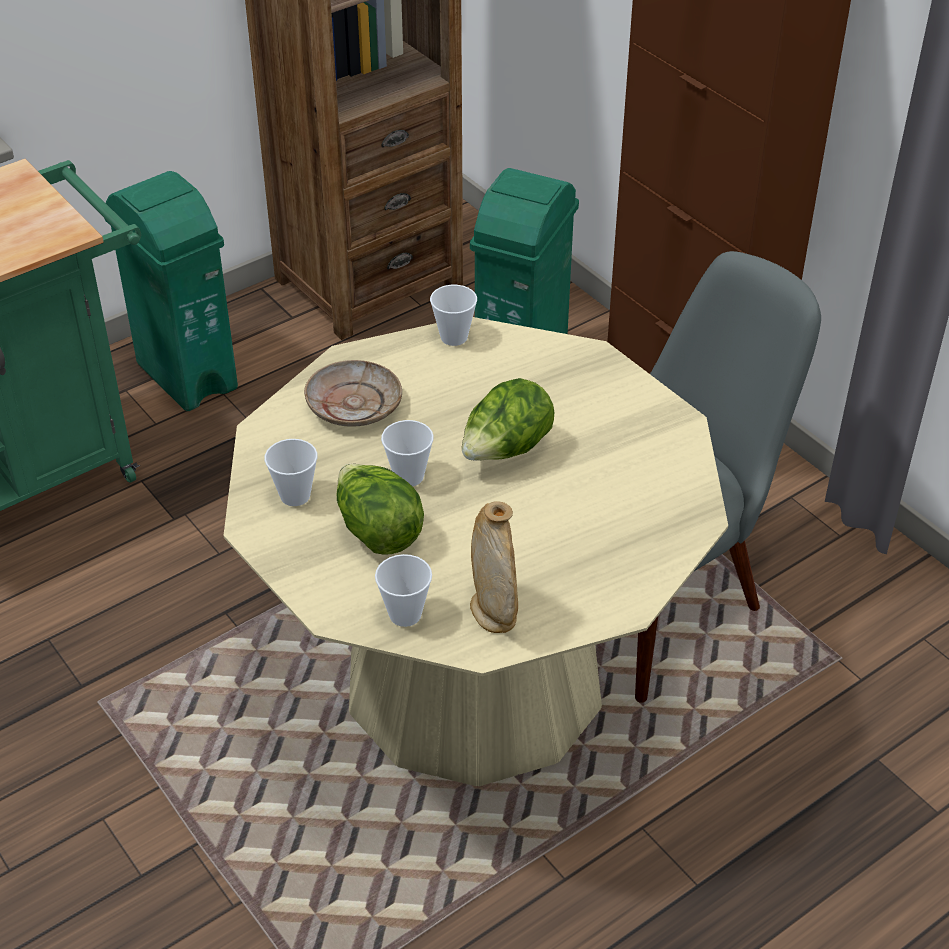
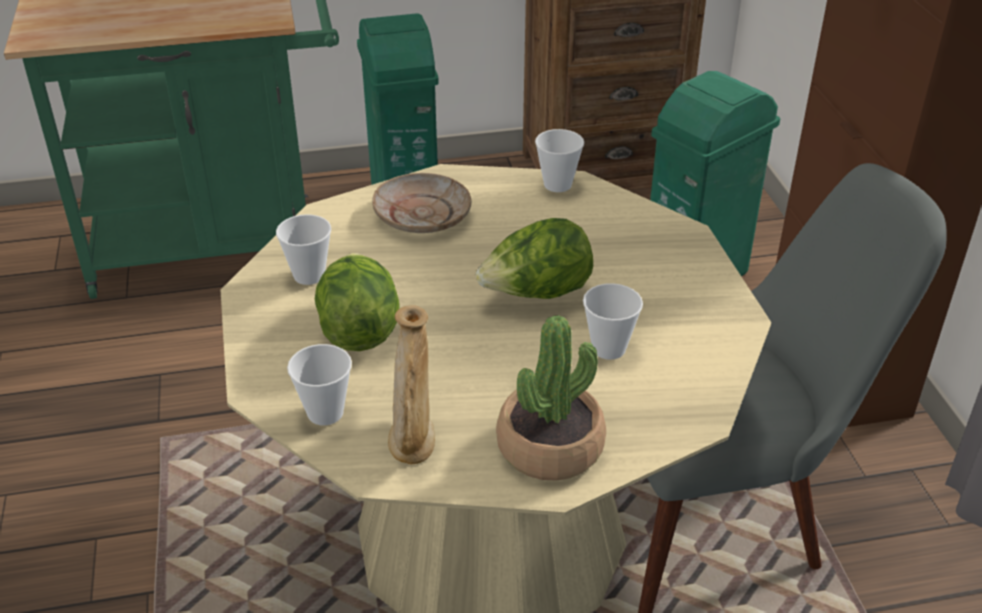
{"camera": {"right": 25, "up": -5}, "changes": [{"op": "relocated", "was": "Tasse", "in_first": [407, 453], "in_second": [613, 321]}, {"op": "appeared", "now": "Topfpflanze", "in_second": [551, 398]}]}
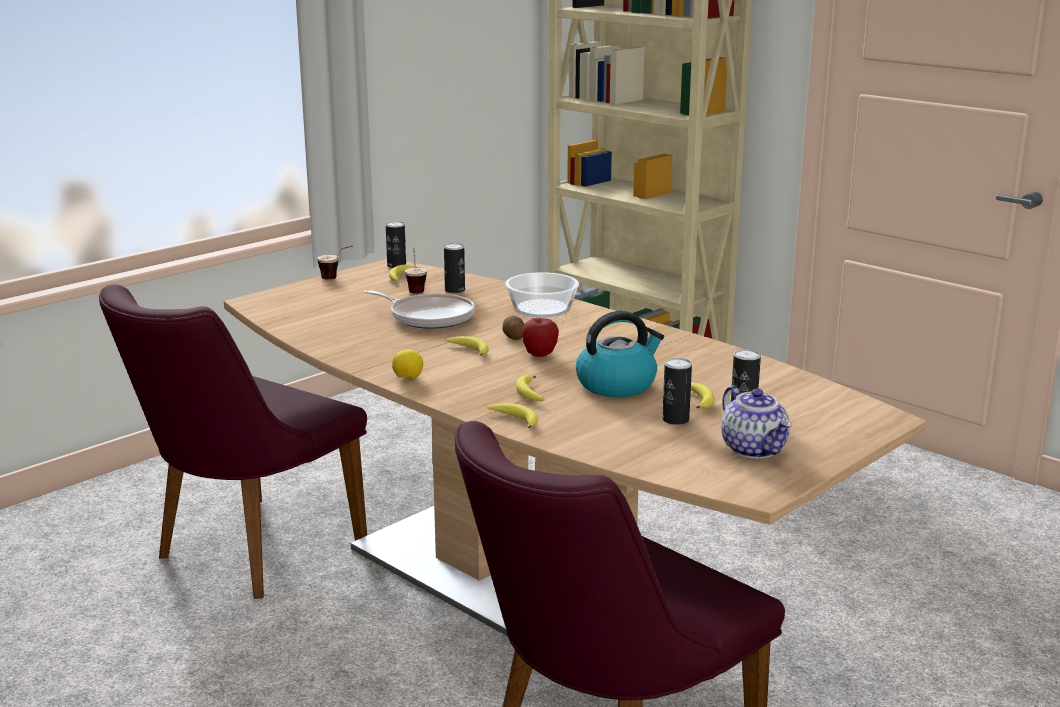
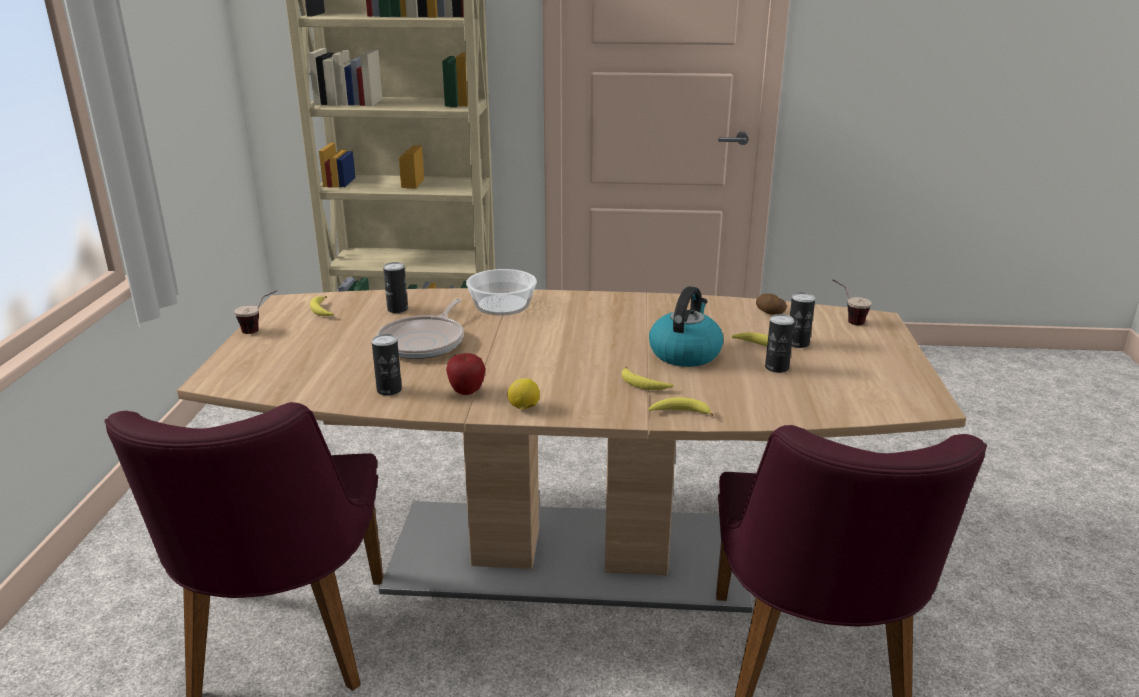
{"camera": {"right": -40, "up": 5}, "changes": [{"op": "spun", "was": "Pfanne", "in_first": [419, 309], "in_second": [420, 328], "clockwise": 120}, {"op": "relocated", "was": "Dose", "in_first": [396, 244], "in_second": [387, 365]}, {"op": "relocated", "was": "Tasse", "in_first": [416, 270], "in_second": [852, 302]}, {"op": "missing", "was": "Banane", "in_first": [467, 346]}, {"op": "relocated", "was": "Kartoffel", "in_first": [513, 327], "in_second": [771, 304]}, {"op": "relocated", "was": "Apfel", "in_first": [540, 337], "in_second": [466, 374]}, {"op": "missing", "was": "Teekanne", "in_first": [756, 422]}]}
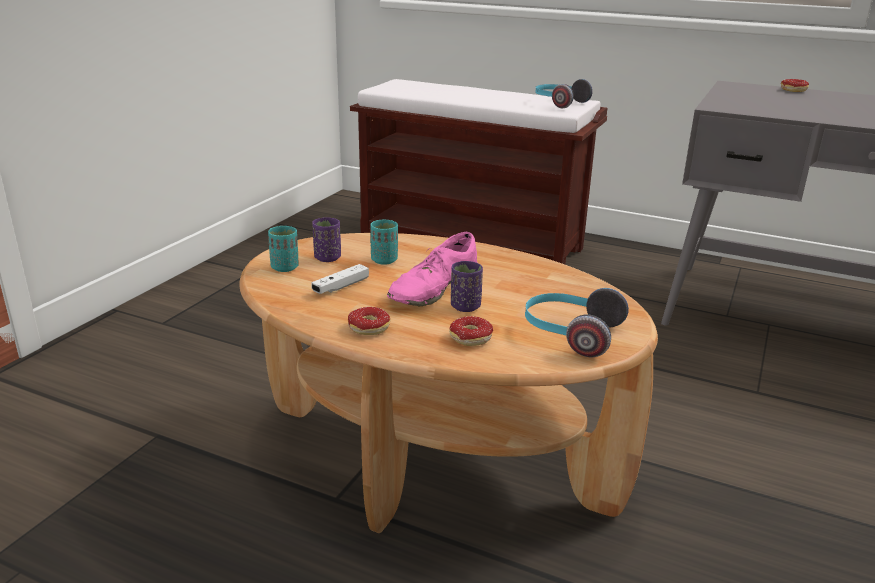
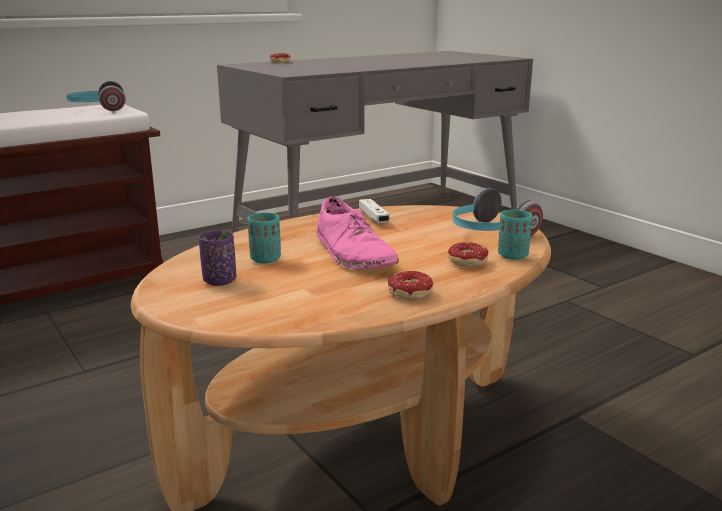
{"camera": {"right": -60, "up": -5}, "changes": [{"op": "relocated", "was": "Tasse [türkis]", "in_first": [283, 249], "in_second": [515, 234]}, {"op": "relocated", "was": "Gamepad [weiß]", "in_first": [340, 279], "in_second": [374, 211]}, {"op": "missing", "was": "Tasse [lila]", "in_first": [467, 286]}]}
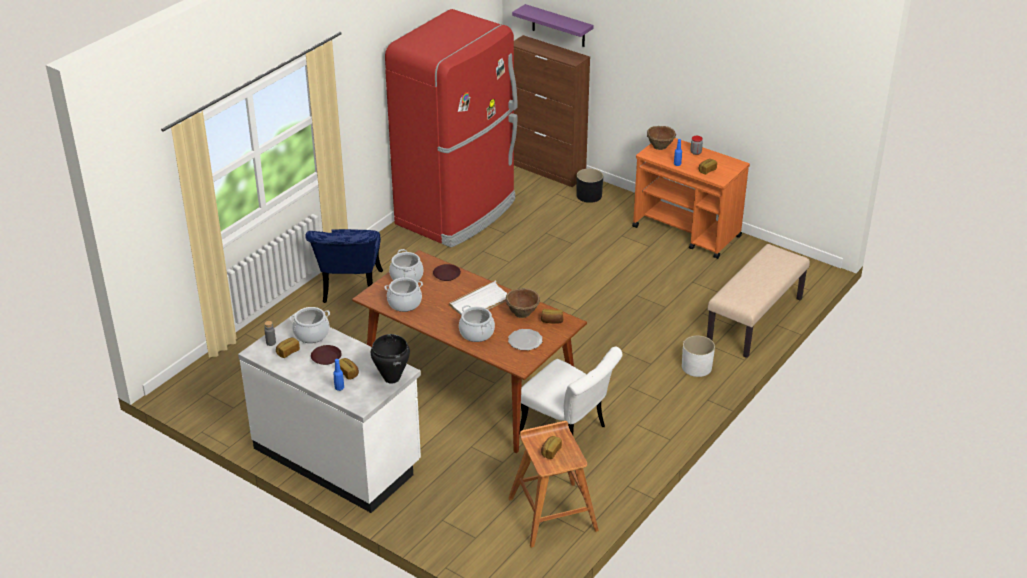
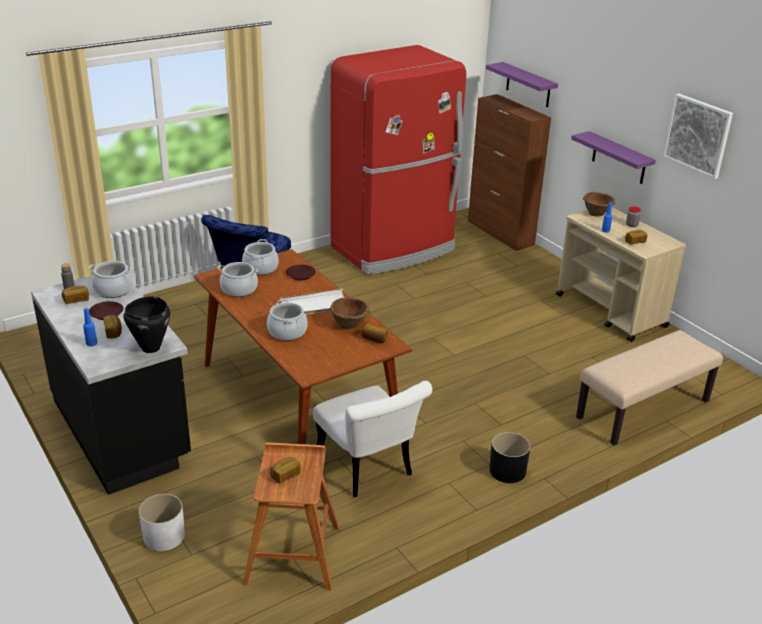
{"camera": {"right": 20, "up": -5}, "changes": [{"op": "colour", "was": "Küchenzeile [weiß]", "now": "Küchenzeile [schwarz]", "in_first": [329, 413], "in_second": [111, 385]}, {"op": "missing", "was": "Teller", "in_first": [525, 339]}, {"op": "relocated", "was": "Pflanzkübel [schwarz]", "in_first": [589, 185], "in_second": [510, 457]}, {"op": "colour", "was": "Rollwagen [orange]", "now": "Rollwagen [beige]", "in_first": [691, 198], "in_second": [621, 274]}, {"op": "relocated", "was": "Pflanzkübel [weiß]", "in_first": [698, 356], "in_second": [162, 522]}, {"op": "appeared", "now": "Wandregal [lila]", "in_second": [613, 157]}, {"op": "appeared", "now": "Bild", "in_second": [698, 136]}]}
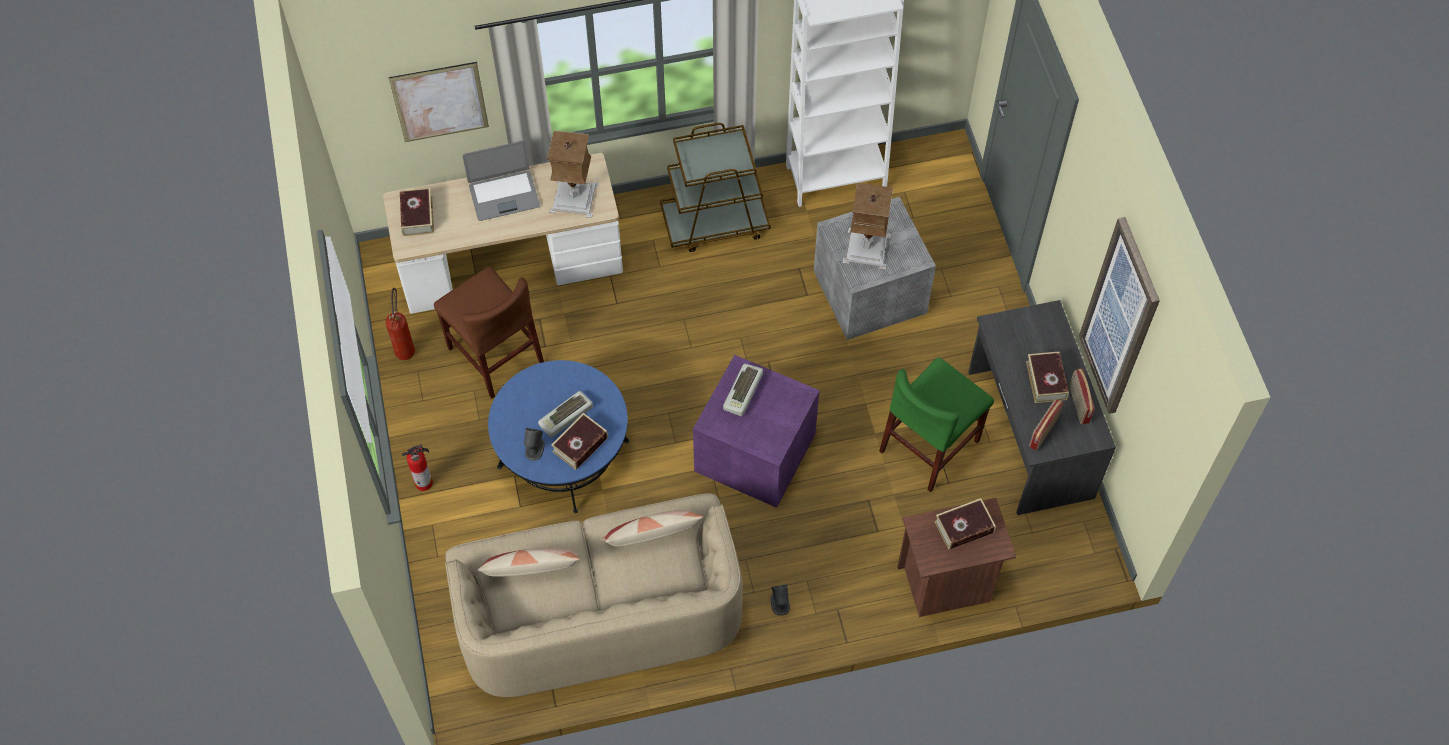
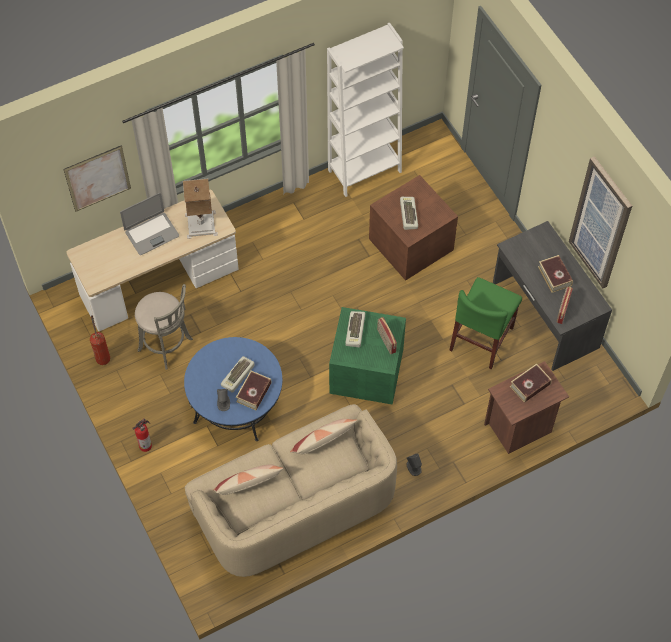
{"camera": {"right": -15, "up": 0}, "changes": [{"op": "missing", "was": "Buch", "in_first": [417, 212]}, {"op": "exchanged", "was": "Stuhl [braun]", "now": "Hocker [grau]", "in_first": [489, 332], "in_second": [164, 327]}, {"op": "missing", "was": "Rollwagen [braun]", "in_first": [715, 187]}, {"op": "colour", "was": "Aufbewahrungsbox [lila]", "now": "Aufbewahrungsbox [grün]", "in_first": [756, 431], "in_second": [367, 356]}, {"op": "colour", "was": "Aufbewahrungsbox [grau]", "now": "Aufbewahrungsbox [braun]", "in_first": [875, 268], "in_second": [413, 228]}, {"op": "exchanged", "was": "Tischlampe", "now": "Tastatur", "in_first": [868, 226], "in_second": [409, 213]}, {"op": "relocated", "was": "Radio", "in_first": [1082, 396], "in_second": [387, 335]}]}
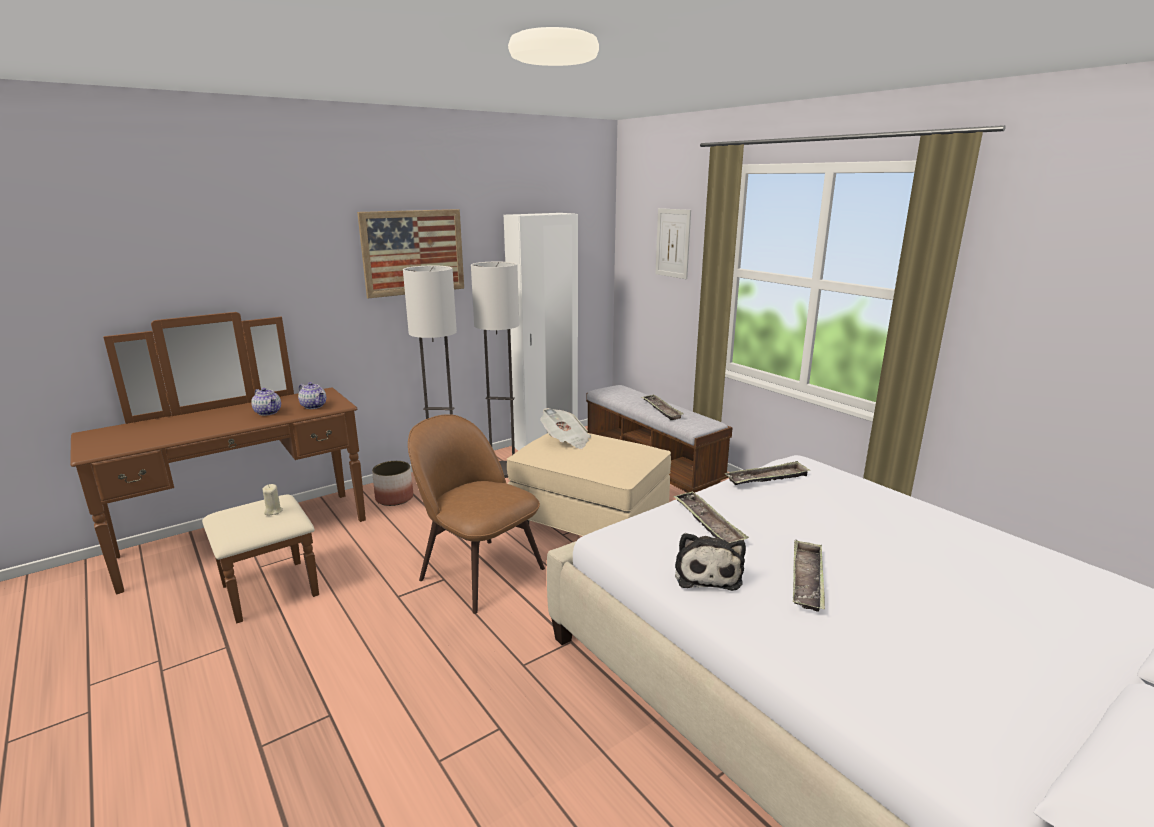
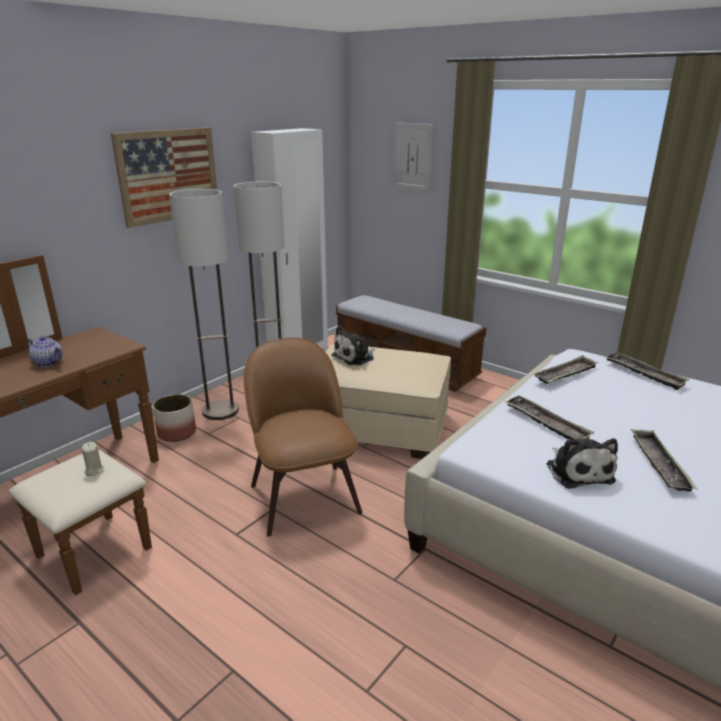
{"camera": {"right": -15, "up": 5}, "changes": [{"op": "missing", "was": "Teekanne", "in_first": [312, 395]}, {"op": "spun", "was": "Stuhl [braun]", "in_first": [476, 514], "in_second": [303, 437], "clockwise": 45}, {"op": "exchanged", "was": "Zeitung", "now": "Plüschtier", "in_first": [565, 428], "in_second": [353, 346]}, {"op": "relocated", "was": "Tablett", "in_first": [663, 407], "in_second": [647, 371]}]}
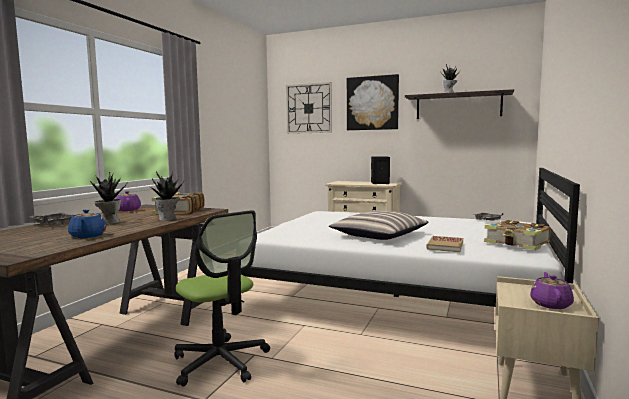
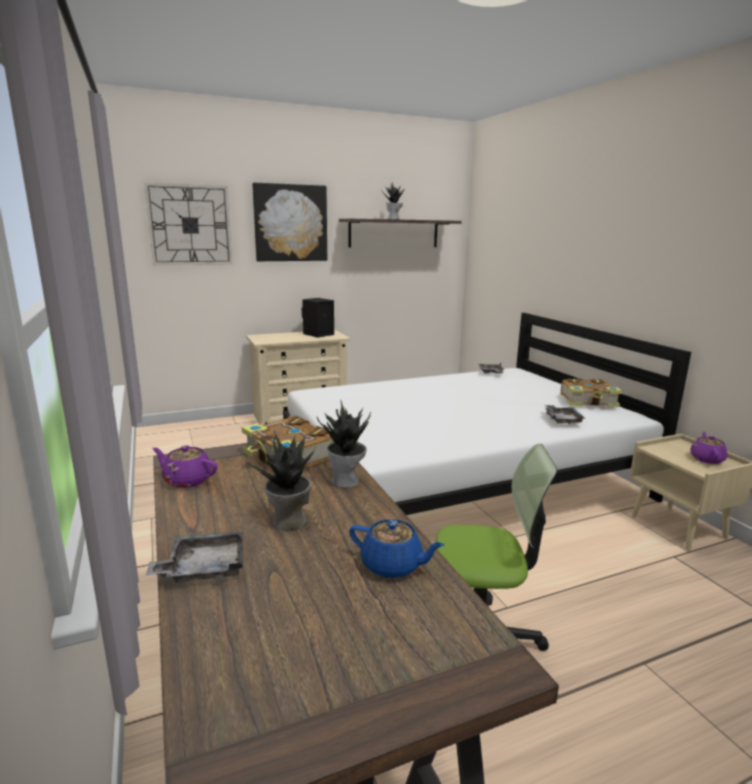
{"camera": {"right": -45, "up": 10}, "changes": [{"op": "missing", "was": "Kissen", "in_first": [379, 225]}, {"op": "exchanged", "was": "Buch", "now": "Tablett [grau]", "in_first": [444, 244], "in_second": [565, 414]}, {"op": "spun", "was": "Teekanne [lila]", "in_first": [552, 290], "in_second": [709, 448], "clockwise": 45}]}
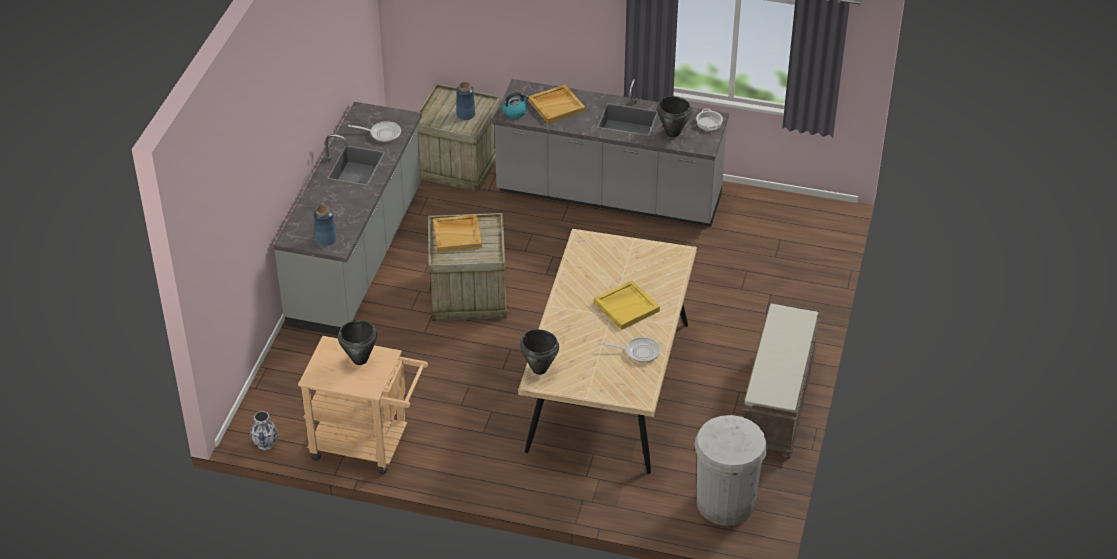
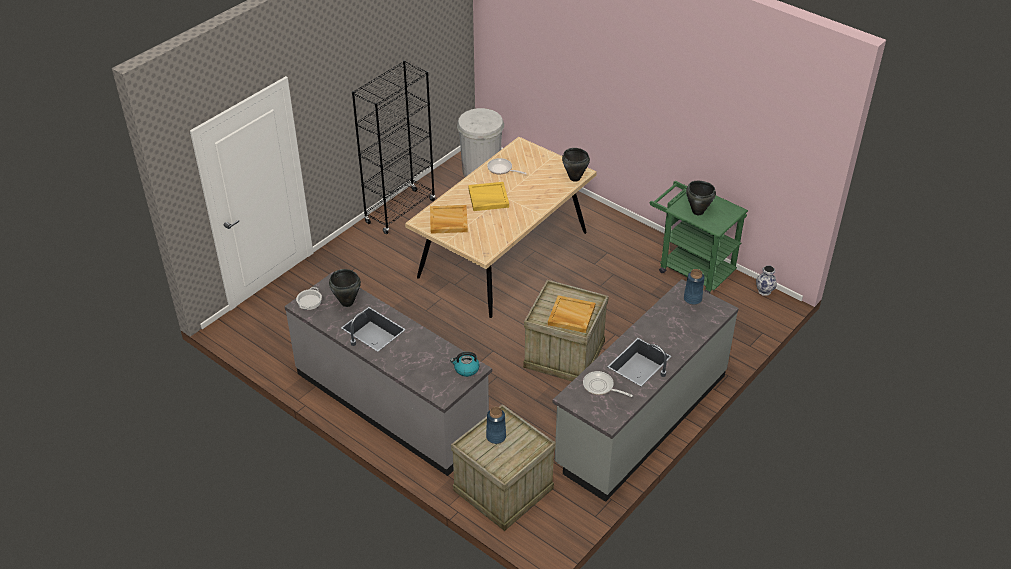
{"camera": {"right": -155, "up": 0}, "changes": [{"op": "colour", "was": "Rollwagen [beige]", "now": "Rollwagen [grün]", "in_first": [363, 405], "in_second": [699, 237]}, {"op": "relocated", "was": "Tablett [beige]", "in_first": [556, 104], "in_second": [449, 219]}, {"op": "exchanged", "was": "Bank [braun]", "now": "Bücherregal [schwarz]", "in_first": [781, 381], "in_second": [393, 147]}]}
